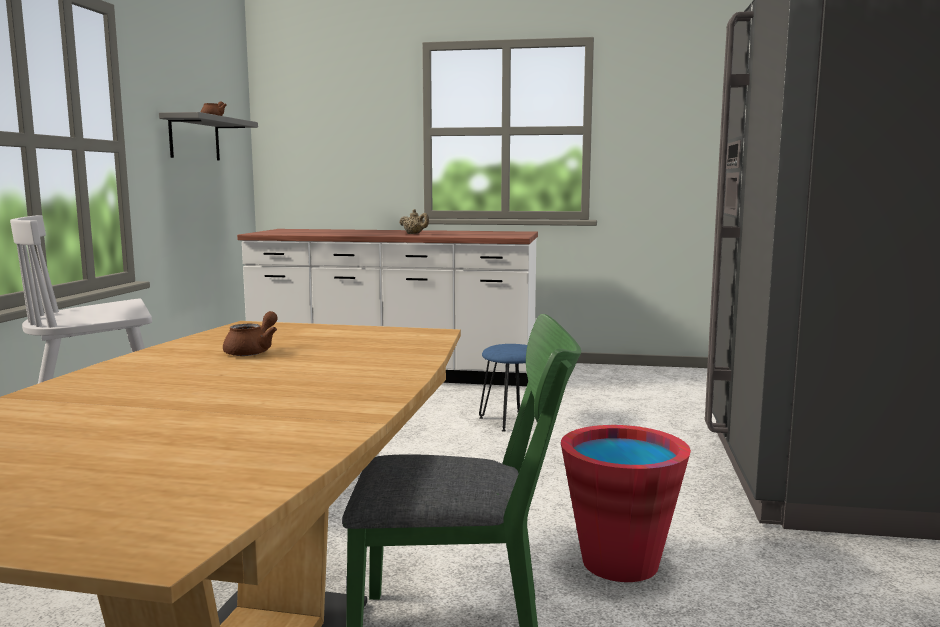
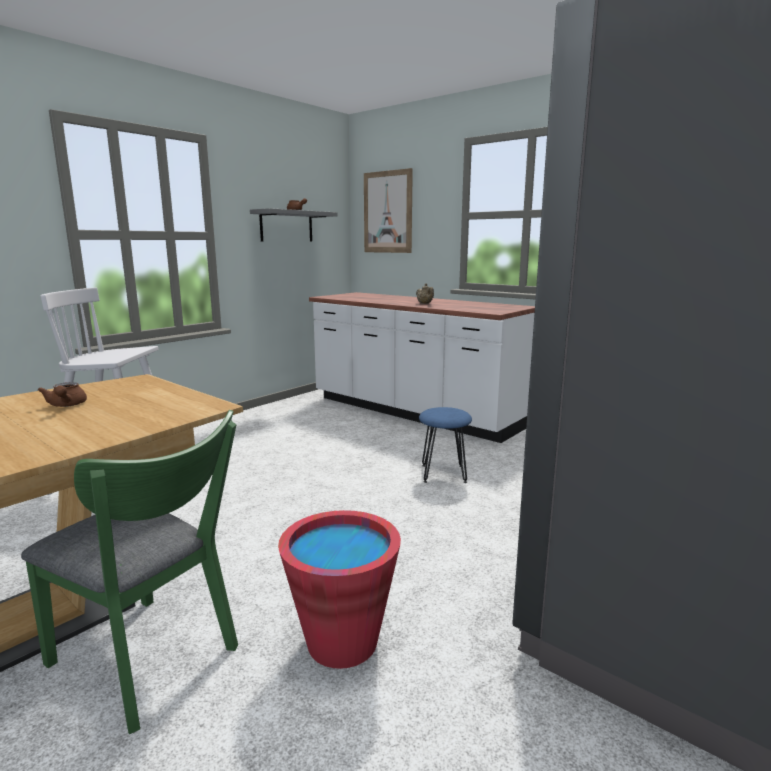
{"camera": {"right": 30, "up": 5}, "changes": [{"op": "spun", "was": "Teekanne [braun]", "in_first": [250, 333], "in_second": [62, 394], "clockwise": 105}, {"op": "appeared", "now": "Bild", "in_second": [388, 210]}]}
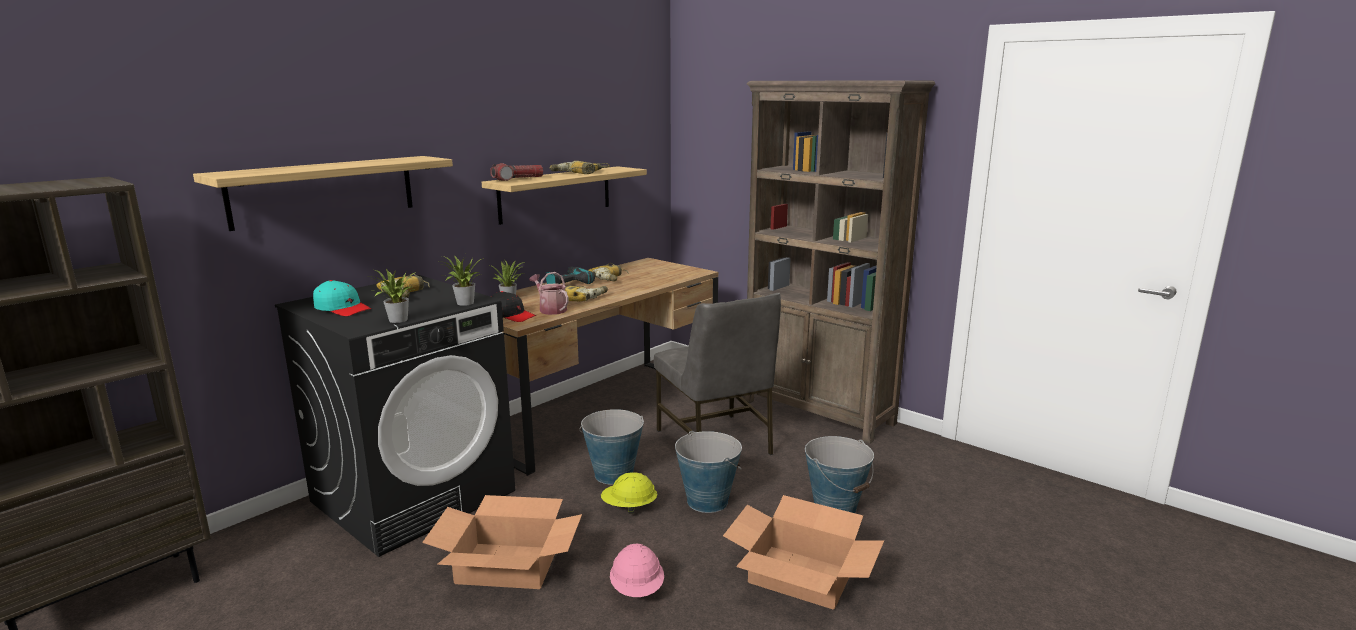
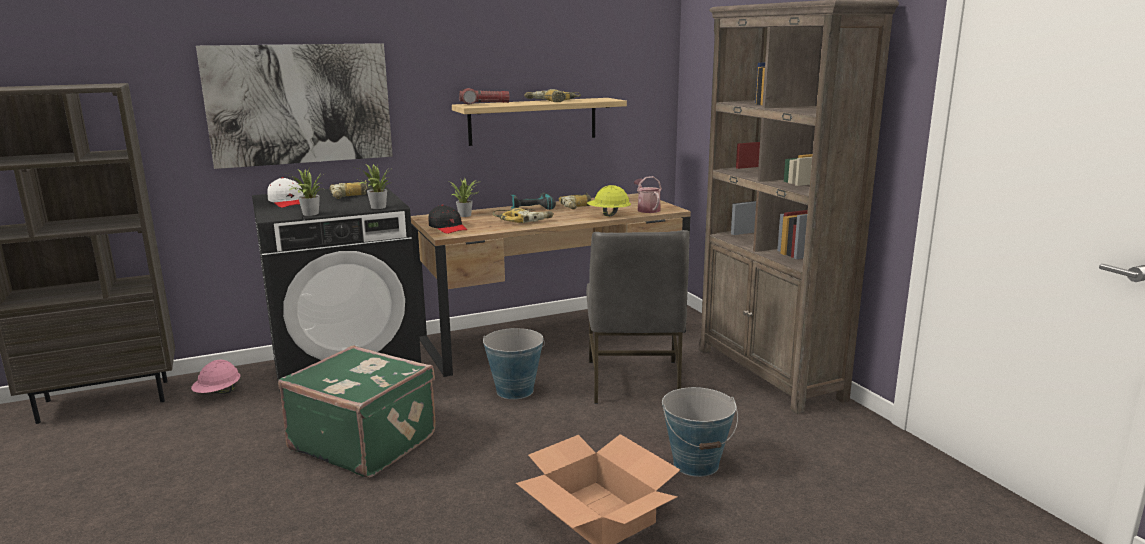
{"camera": {"right": 25, "up": 0}, "changes": [{"op": "exchanged", "was": "Wandregal", "now": "Bild", "in_first": [323, 193], "in_second": [294, 106]}, {"op": "colour", "was": "Kappe [türkis]", "now": "Kappe [weiß]", "in_first": [342, 298], "in_second": [285, 192]}, {"op": "exchanged", "was": "Karton", "now": "Koffer [grün]", "in_first": [502, 542], "in_second": [357, 411]}, {"op": "relocated", "was": "Gießkanne", "in_first": [549, 293], "in_second": [648, 194]}, {"op": "relocated", "was": "Schutzhelm [gelb]", "in_first": [629, 493], "in_second": [609, 200]}, {"op": "relocated", "was": "Schutzhelm [rosa]", "in_first": [637, 570], "in_second": [215, 377]}, {"op": "missing", "was": "Eimer", "in_first": [708, 472]}]}
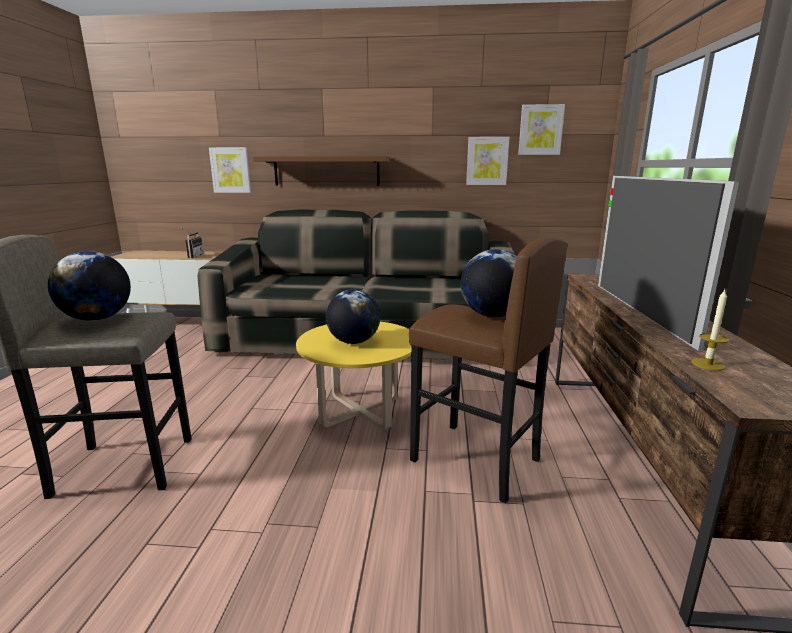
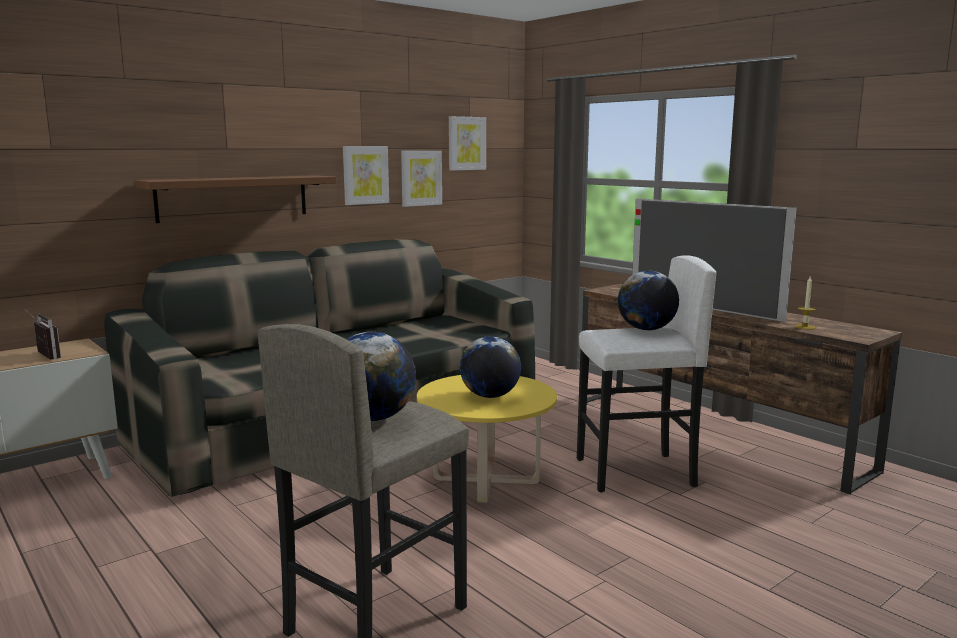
{"camera": {"right": -45, "up": -5}, "changes": [{"op": "relocated", "was": "Bild", "in_first": [230, 170], "in_second": [366, 175]}, {"op": "colour", "was": "Hocker [braun]", "now": "Hocker [weiß]", "in_first": [488, 370], "in_second": [646, 374]}]}
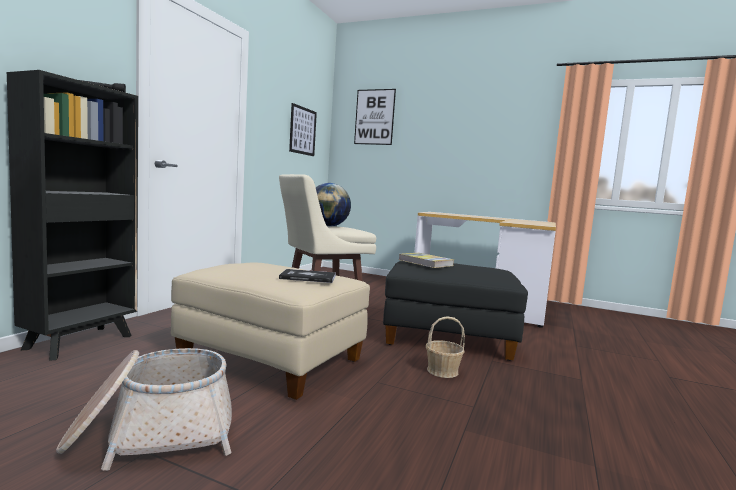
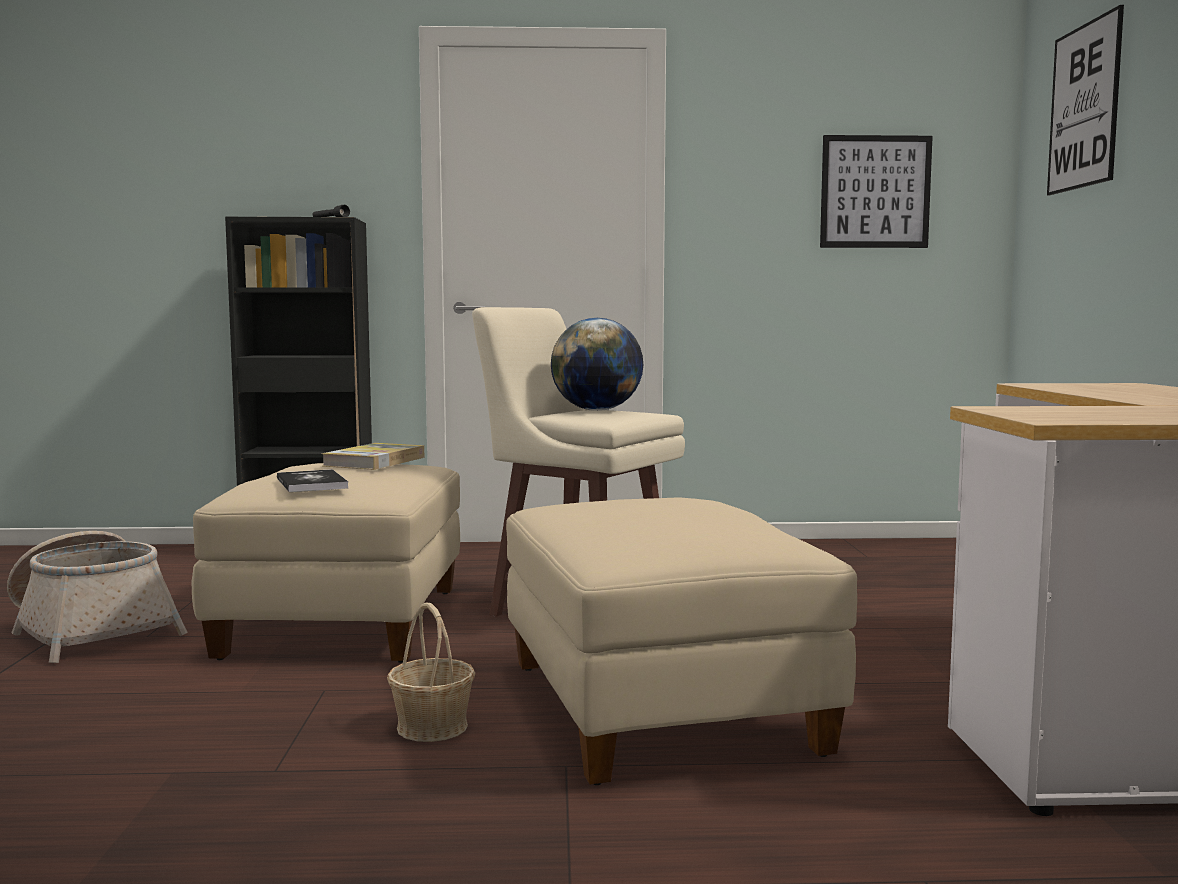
{"camera": {"right": 65, "up": 0}, "changes": [{"op": "colour", "was": "Polsterhocker [schwarz]", "now": "Polsterhocker [beige]", "in_first": [455, 311], "in_second": [681, 641]}, {"op": "relocated", "was": "Buch", "in_first": [426, 260], "in_second": [373, 456]}]}
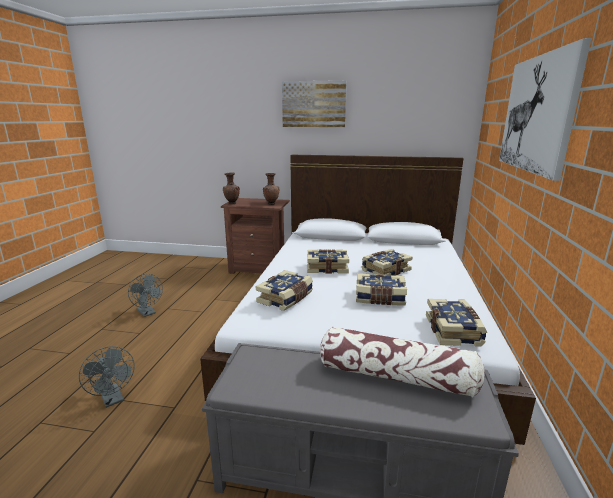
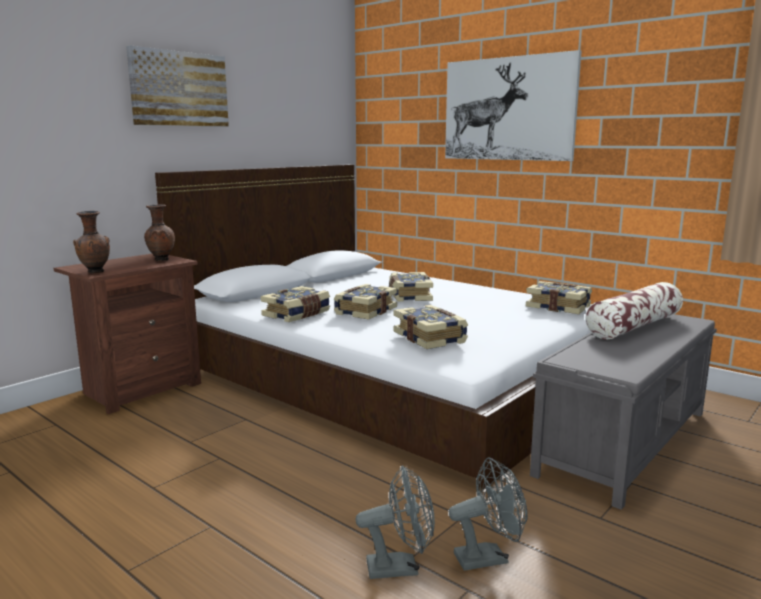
{"camera": {"right": -60, "up": -5}, "changes": [{"op": "relocated", "was": "Ventilator [grau]", "in_first": [145, 295], "in_second": [488, 514]}, {"op": "relocated", "was": "Buch", "in_first": [381, 289], "in_second": [295, 304]}]}
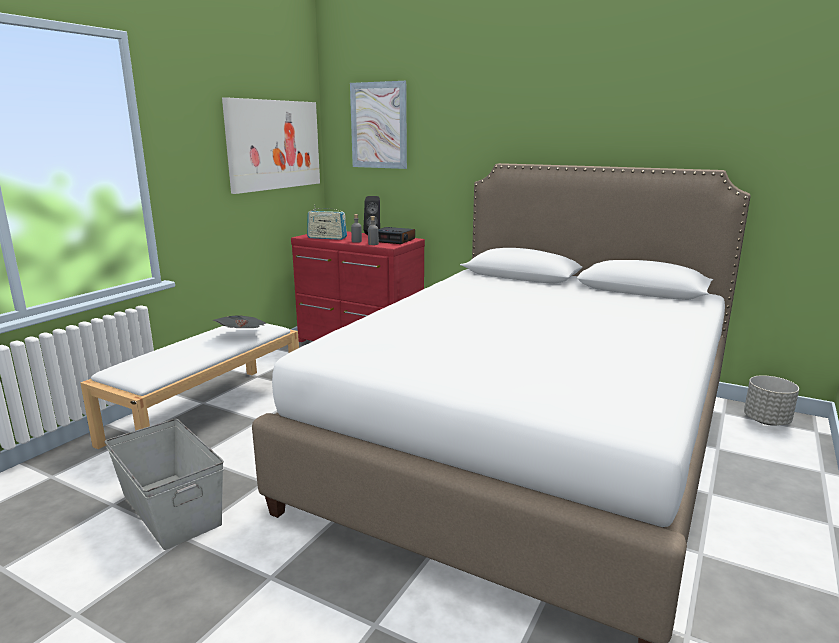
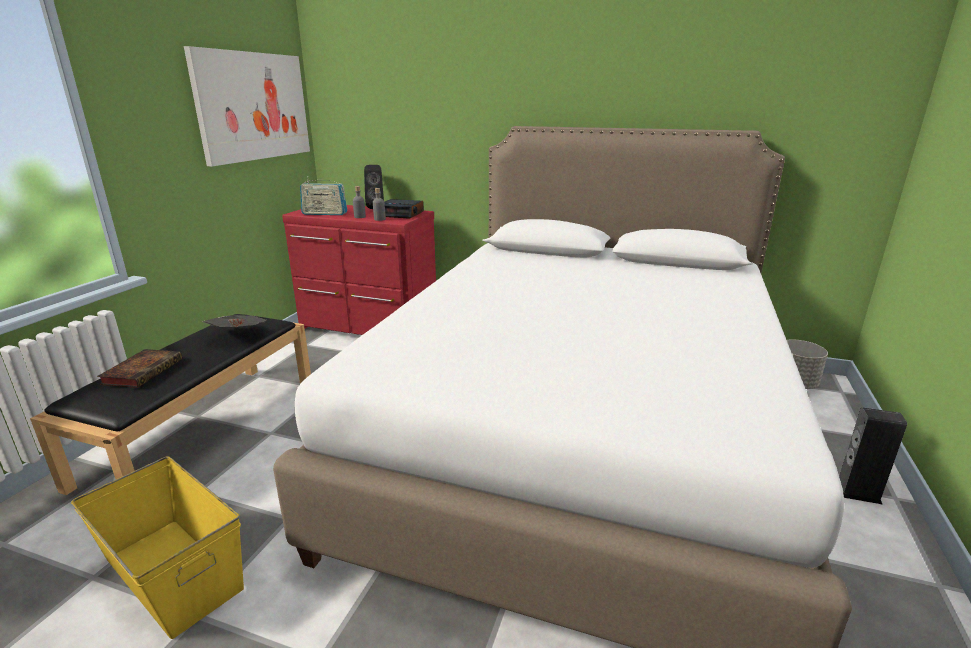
{"camera": {"right": -10, "up": 5}, "changes": [{"op": "colour", "was": "Bank [weiß]", "now": "Bank [schwarz]", "in_first": [189, 386], "in_second": [170, 404]}, {"op": "colour", "was": "Aufbewahrungsbox [grau]", "now": "Aufbewahrungsbox [gelb]", "in_first": [164, 484], "in_second": [157, 547]}, {"op": "missing", "was": "Bild", "in_first": [378, 125]}, {"op": "appeared", "now": "Buch", "in_second": [139, 368]}, {"op": "appeared", "now": "Lautsprecher", "in_second": [873, 456]}]}
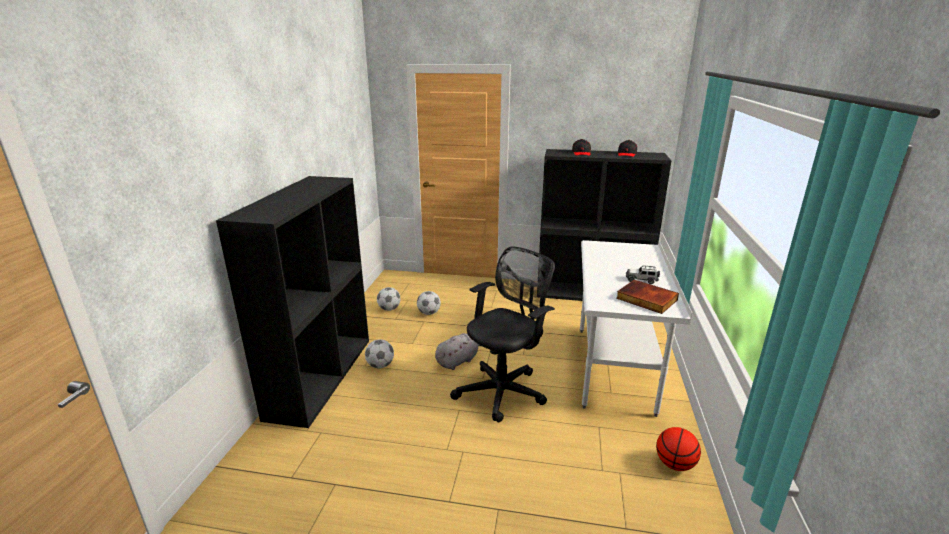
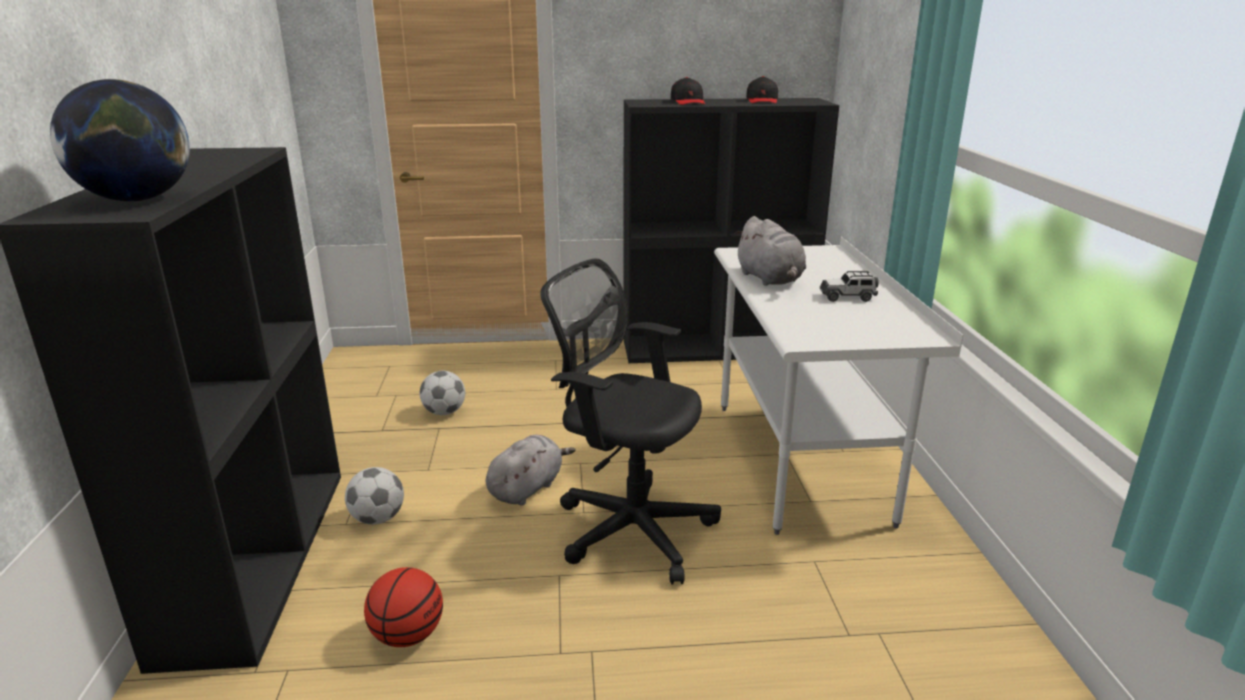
{"camera": {"right": -15, "up": 0}, "changes": [{"op": "missing", "was": "Fußball", "in_first": [389, 299]}, {"op": "spun", "was": "Bürostuhl [schwarz]", "in_first": [502, 334], "in_second": [630, 421], "clockwise": -90}, {"op": "missing", "was": "Buch", "in_first": [647, 297]}, {"op": "relocated", "was": "Basketball", "in_first": [678, 449], "in_second": [403, 607]}, {"op": "appeared", "now": "Globus", "in_second": [120, 140]}, {"op": "appeared", "now": "Plüschtier [grau]", "in_second": [770, 251]}]}
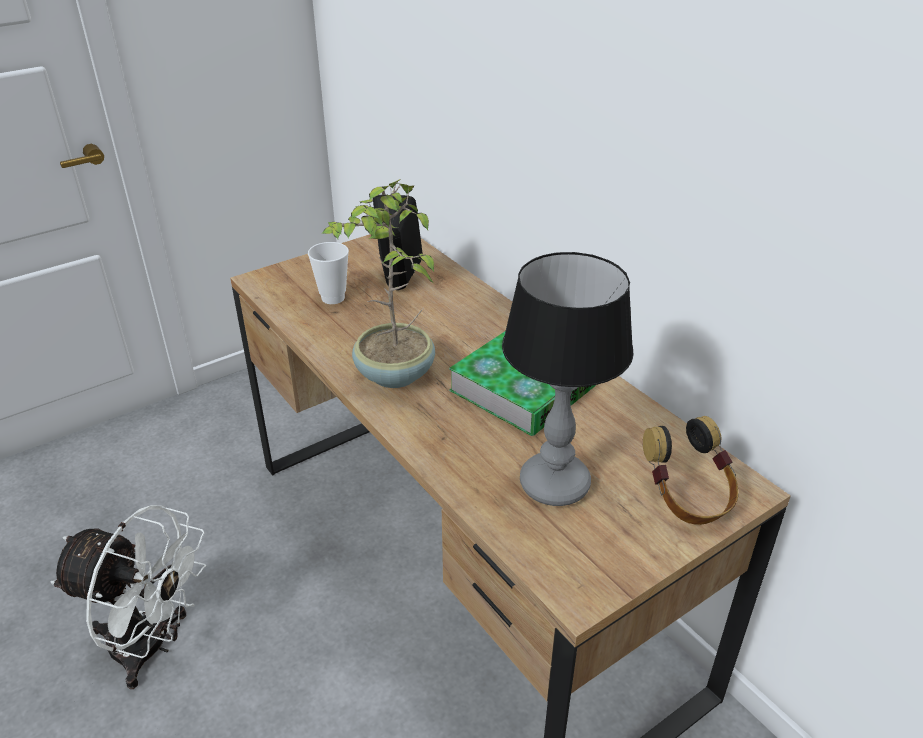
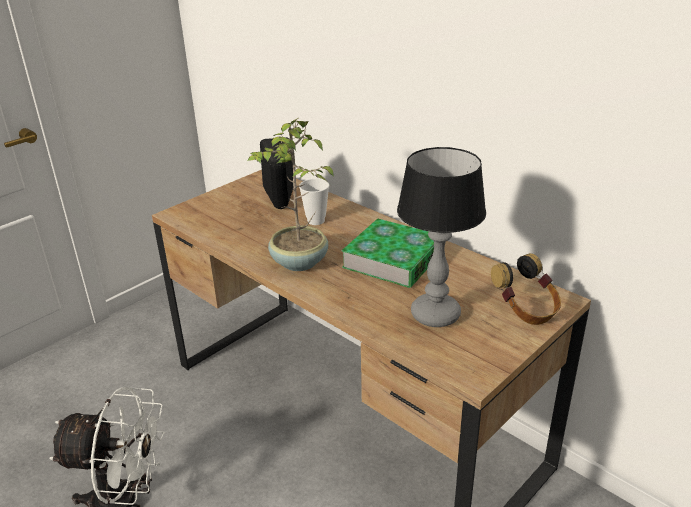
{"camera": {"right": -10, "up": -5}, "changes": [{"op": "relocated", "was": "Tasse", "in_first": [328, 273], "in_second": [314, 202]}]}
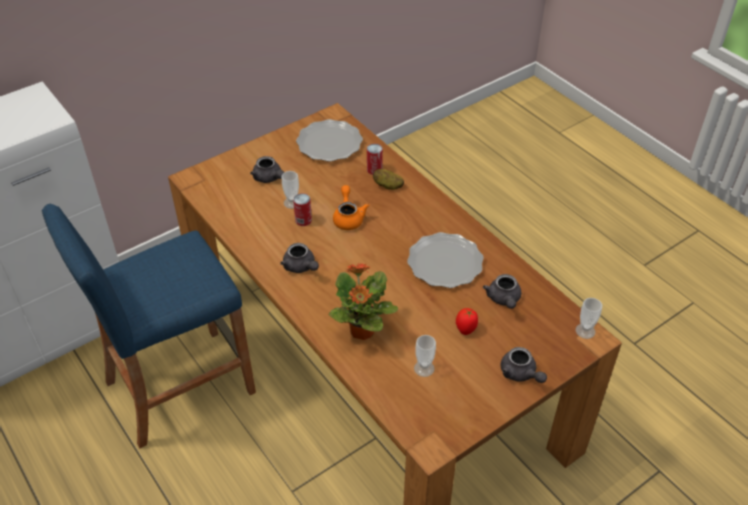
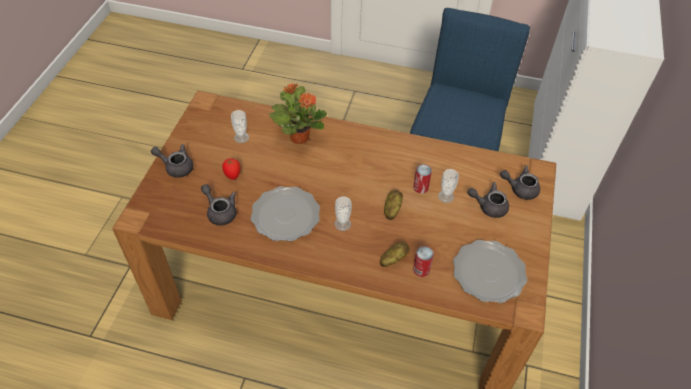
{"camera": {"right": 140, "up": 5}, "changes": [{"op": "relocated", "was": "Teekanne [grau]", "in_first": [300, 258], "in_second": [520, 182]}, {"op": "exchanged", "was": "Teekanne [orange]", "now": "Kartoffel", "in_first": [351, 207], "in_second": [393, 205]}, {"op": "relocated", "was": "Tasse", "in_first": [589, 318], "in_second": [343, 213]}]}
